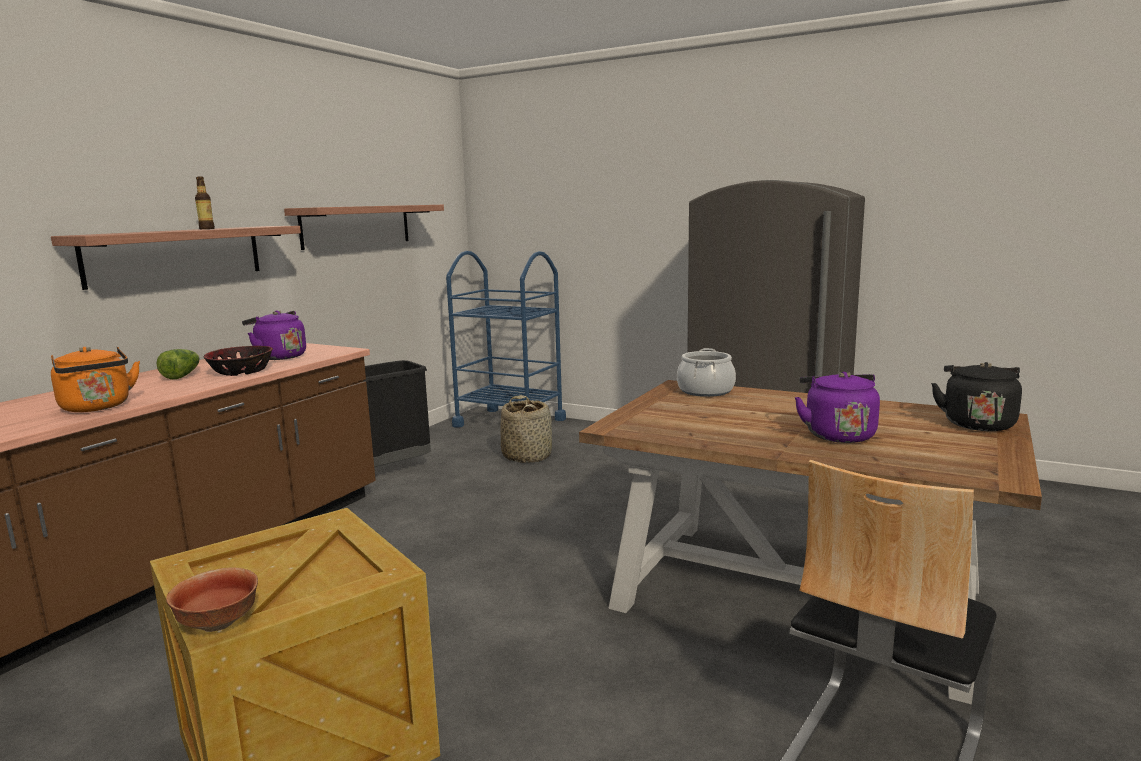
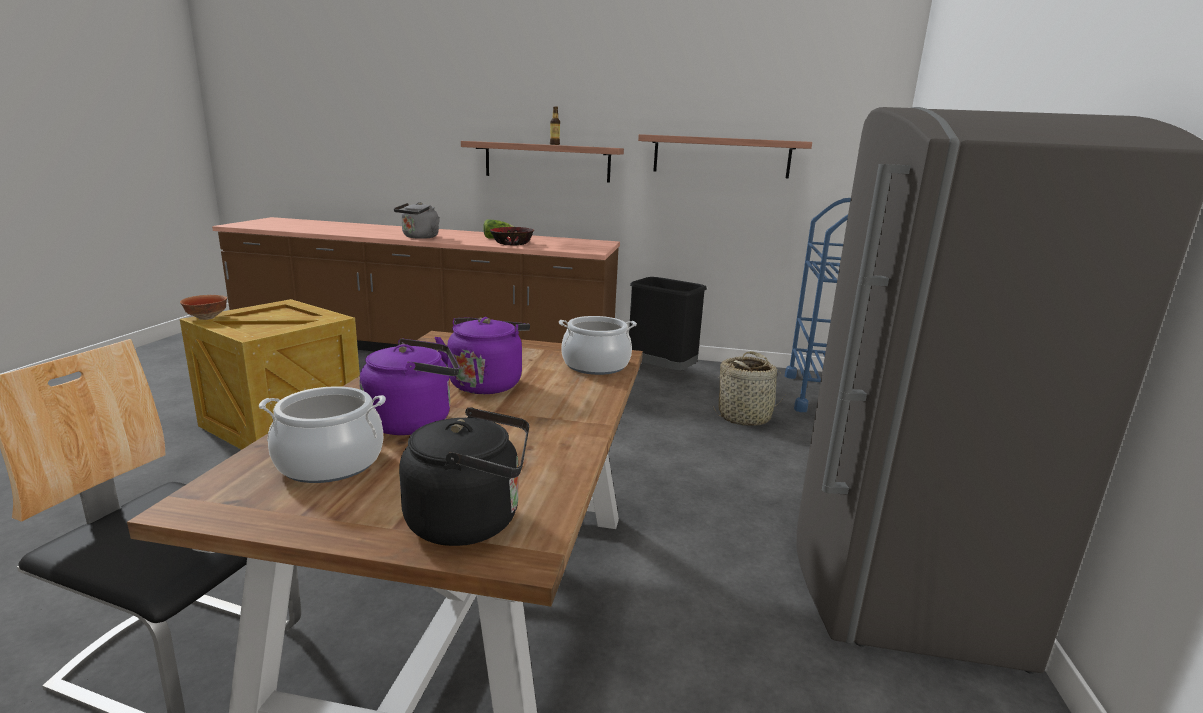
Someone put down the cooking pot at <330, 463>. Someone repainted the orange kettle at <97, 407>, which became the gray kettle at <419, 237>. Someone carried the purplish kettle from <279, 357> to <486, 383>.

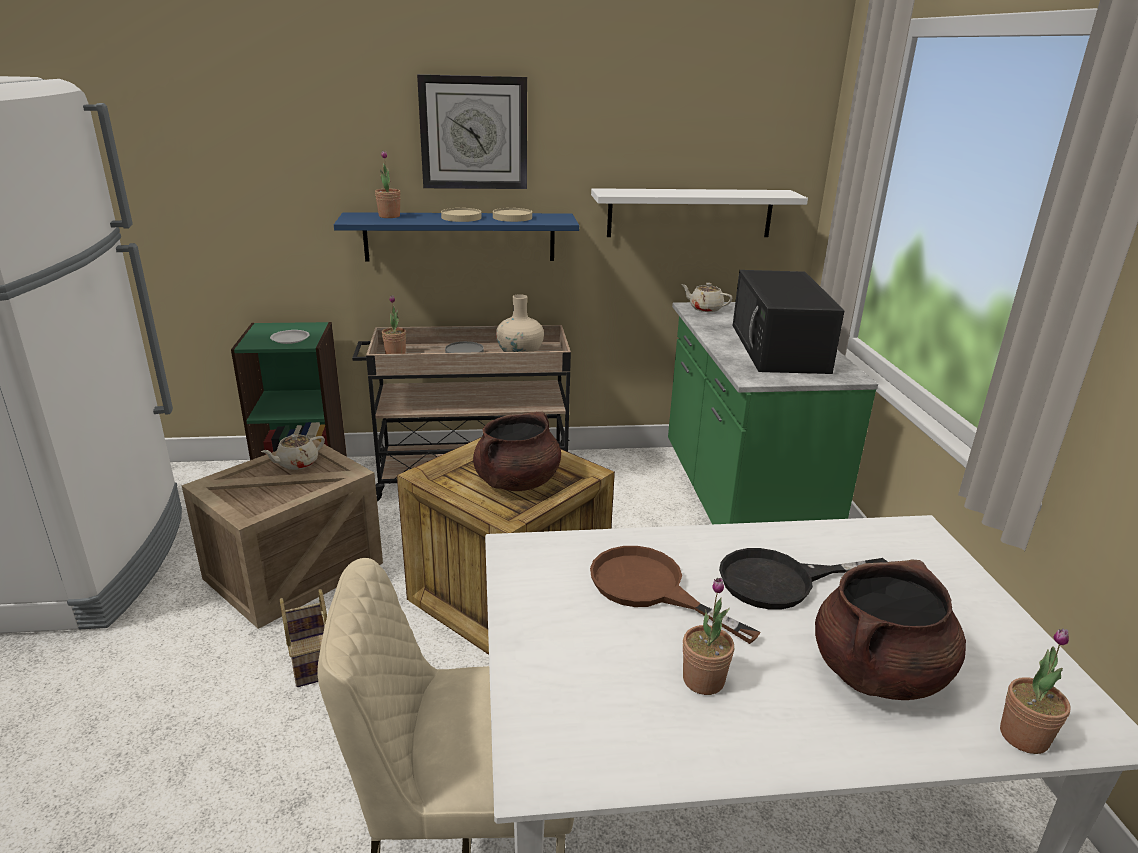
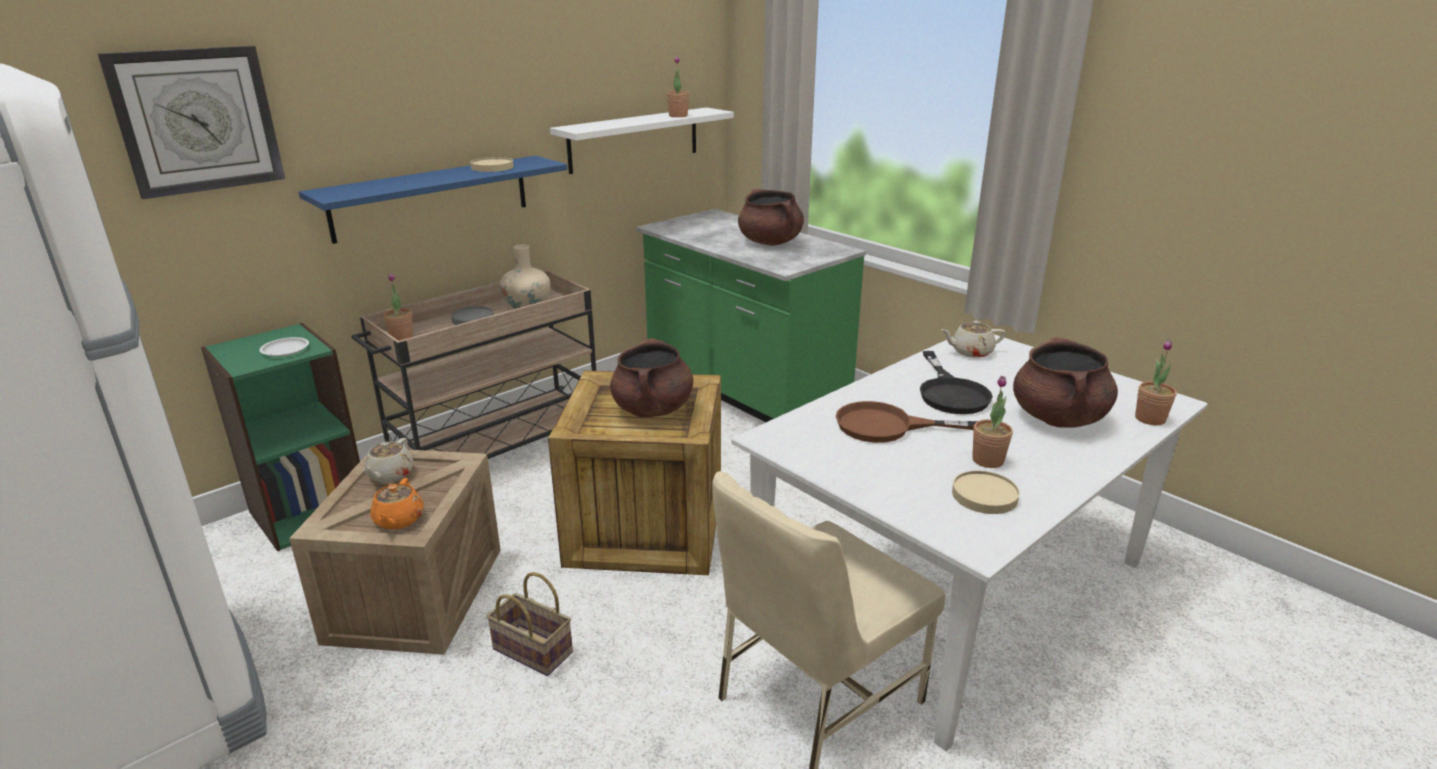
Someone carried the hanging clock from <474, 133> to <197, 120>. Someone put down the orange pot for tea at <398, 520>. Someone carried the houseplant from <389, 216> to <678, 116>. Someone swapped the black-coloured microwave at <779, 348> for the brown cooking pot at <770, 242>. Someone rotated the black-coloured pan at <781, 581> by 45 degrees counterclockwise. Someone carried the beige pot for tea from <705, 308> to <971, 352>. Someone carried the beige flat dish from <461, 217> to <985, 495>.

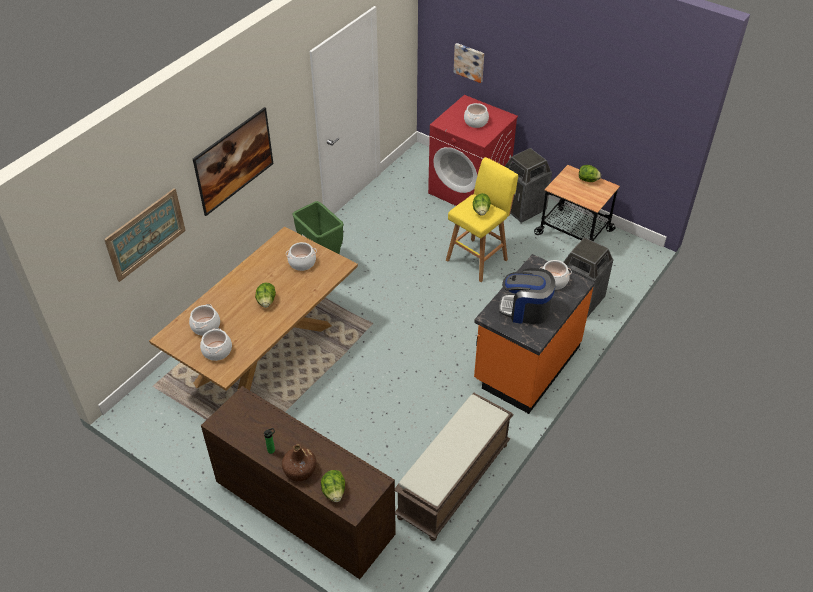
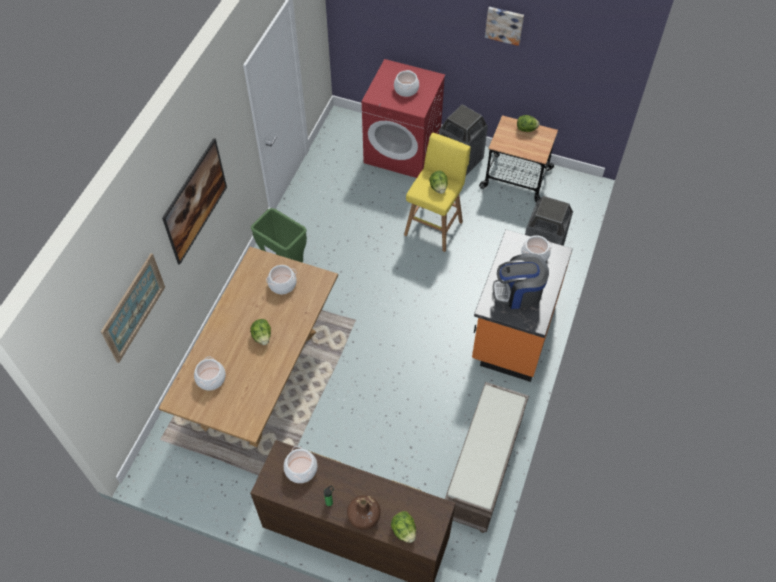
Someone carried the cooking pot from <217, 350> to <301, 469>. Someone carried the wall art from <469, 62> to <504, 25>.

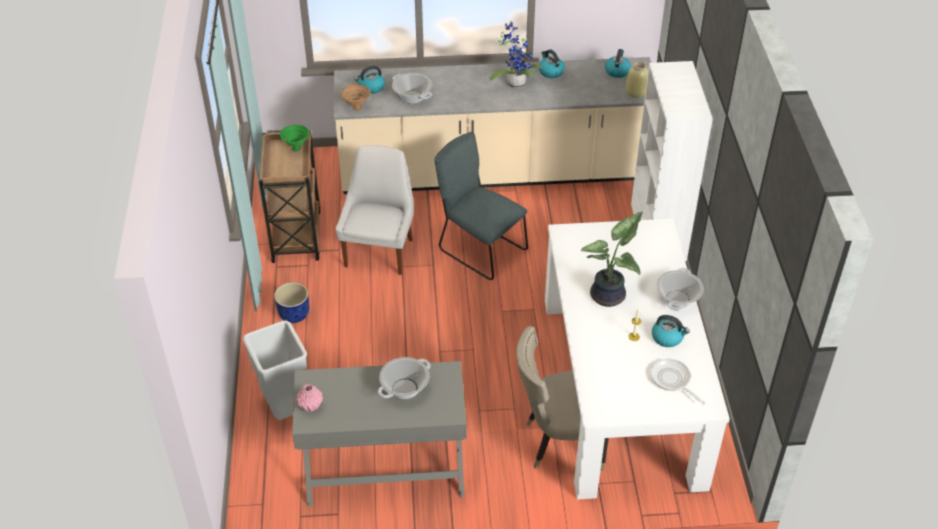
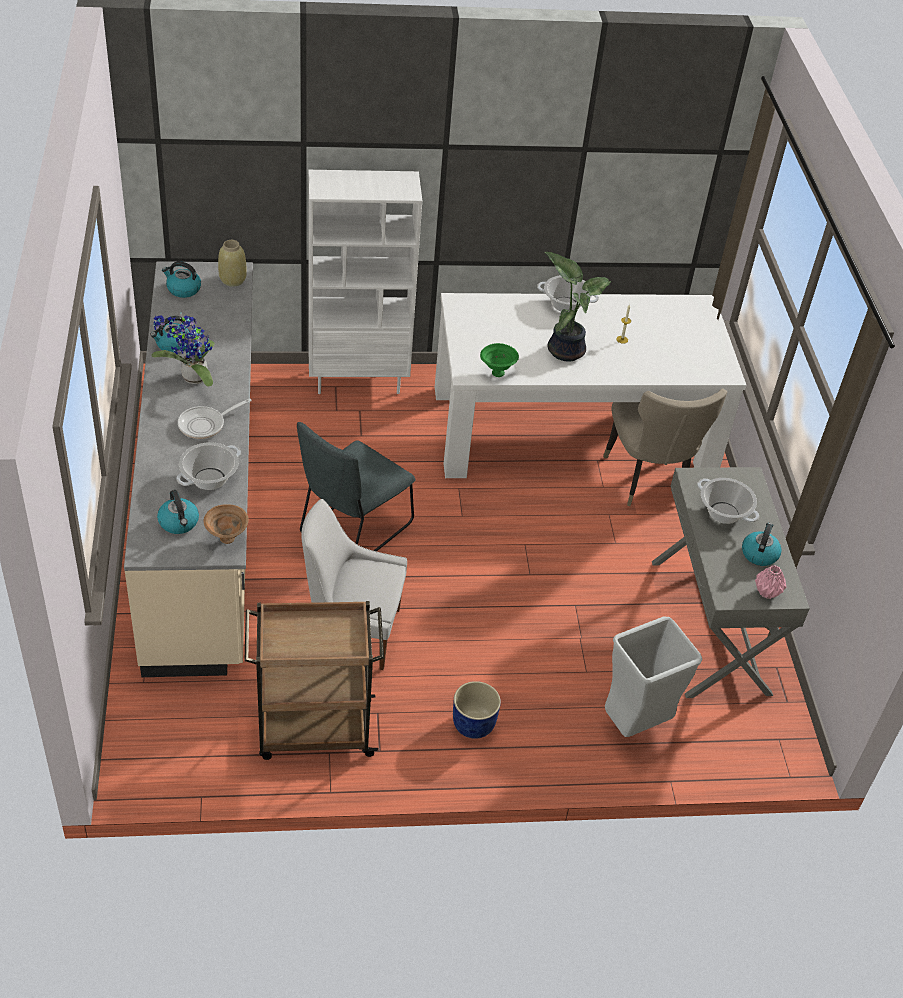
Someone carried the pan from <672, 380> to <205, 424>. Someone carried the green-coloured serving bowl from <296, 147> to <497, 373>. Someone carried the kettle from <667, 337> to <759, 553>.

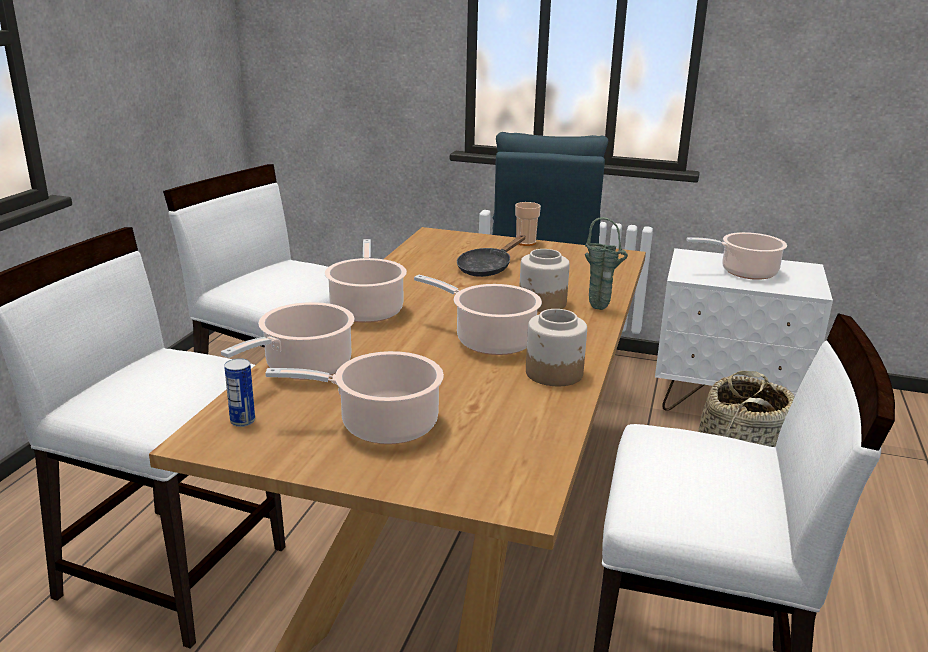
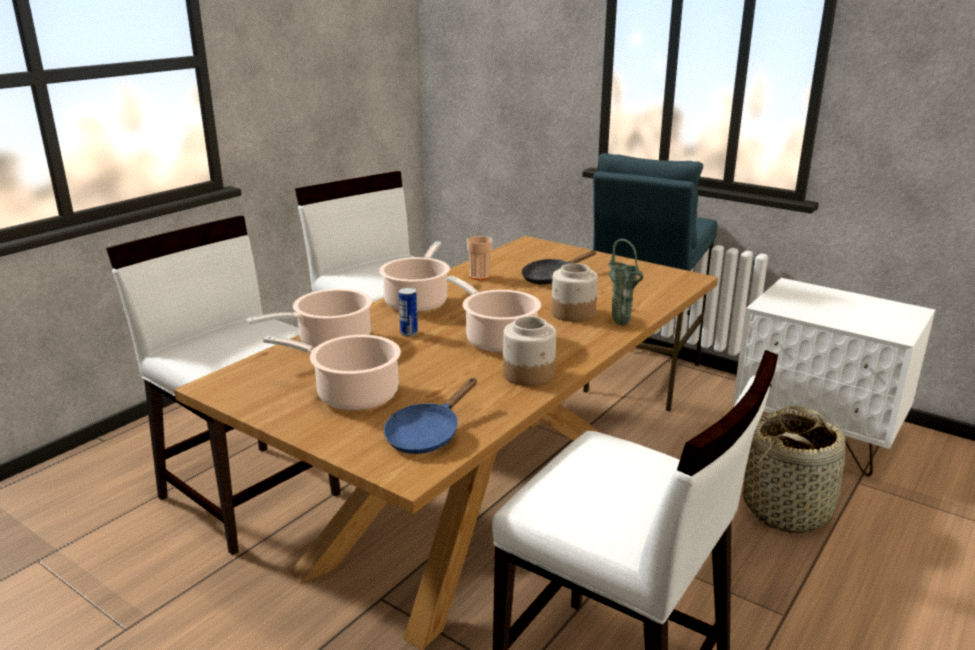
Someone put down the blue pan at <427, 434>. Someone carried the sealed can from <242, 421> to <409, 333>. Someone carried the drinking cup from <525, 242> to <479, 276>. Someone took away the cooking pot at <745, 272>.

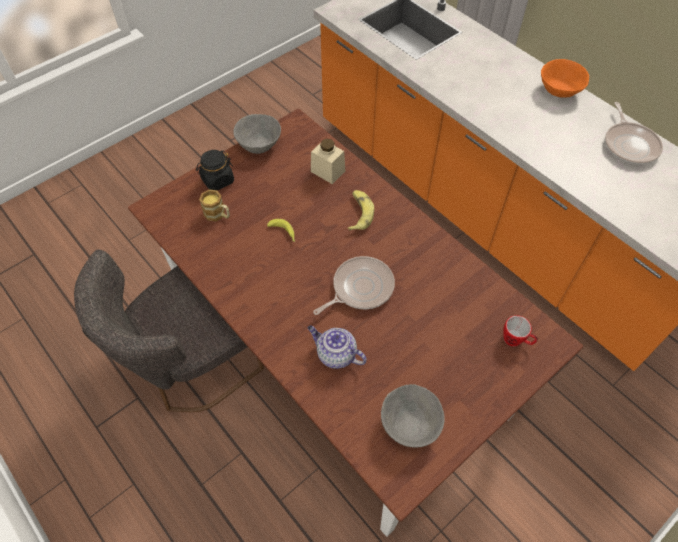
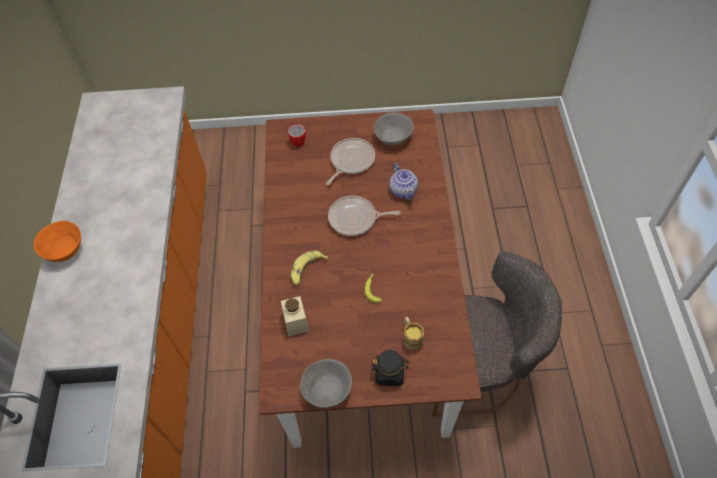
Someone carried the pan from <629, 145> to <351, 161>.

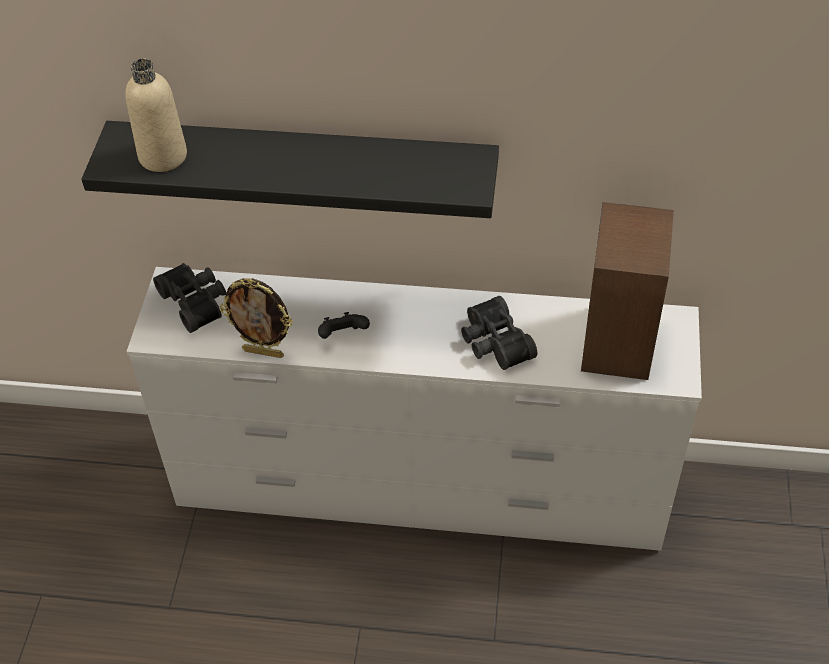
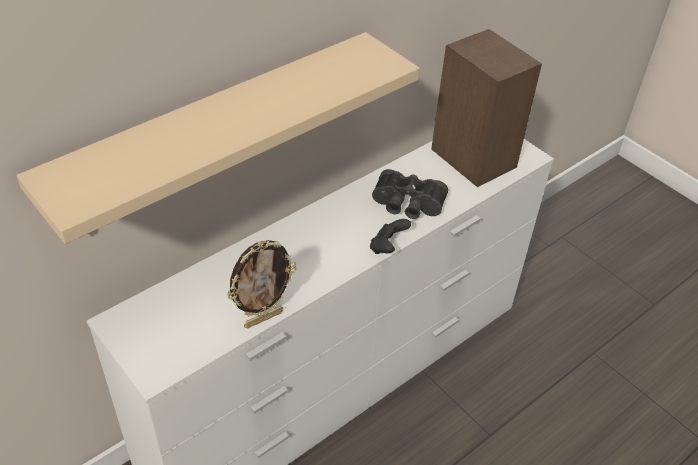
Someone repainted the black-coloured wall shelf at <303, 167>, which became the beige wall shelf at <215, 132>. Someone carried the black-coloured joypad from <343, 336> to <387, 247>. Someone took away the beige beverage bottle at <163, 156>. Someone took away the black-coloured pair of binoculars at <196, 301>.

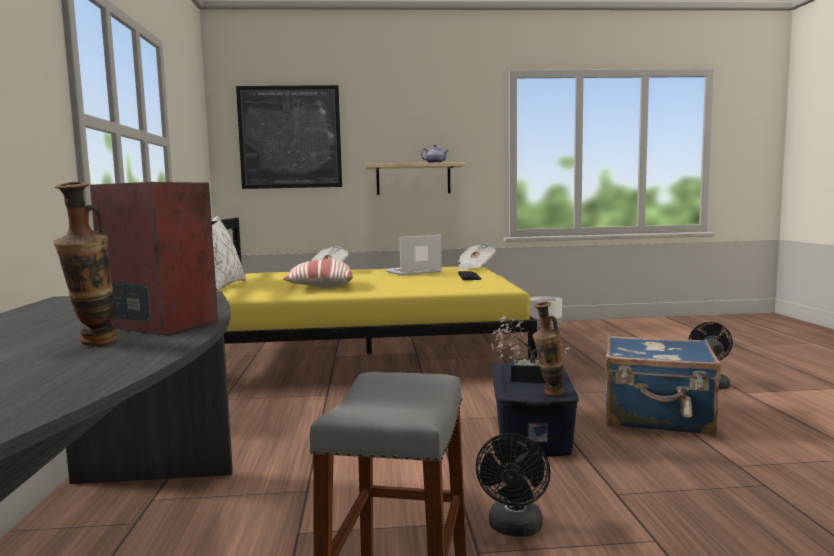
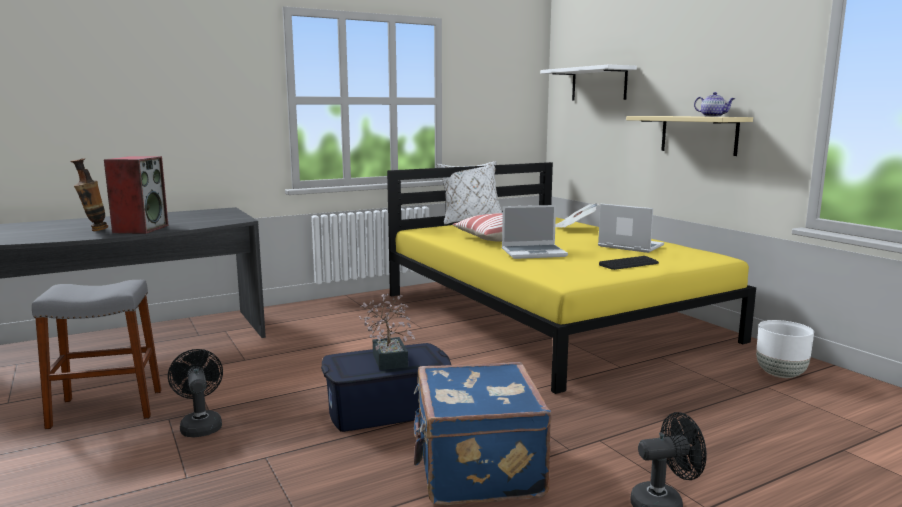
Someone rotated the black-coloured fan at <514, 529> by 75 degrees clockwise. Someone put down the notebook computer at <534, 253>. Someone swapped the wall art at <290, 137> for the white-coloured wall shelf at <598, 84>. Someone took away the daily paper at <474, 267>. Someone took away the vase at <548, 394>.

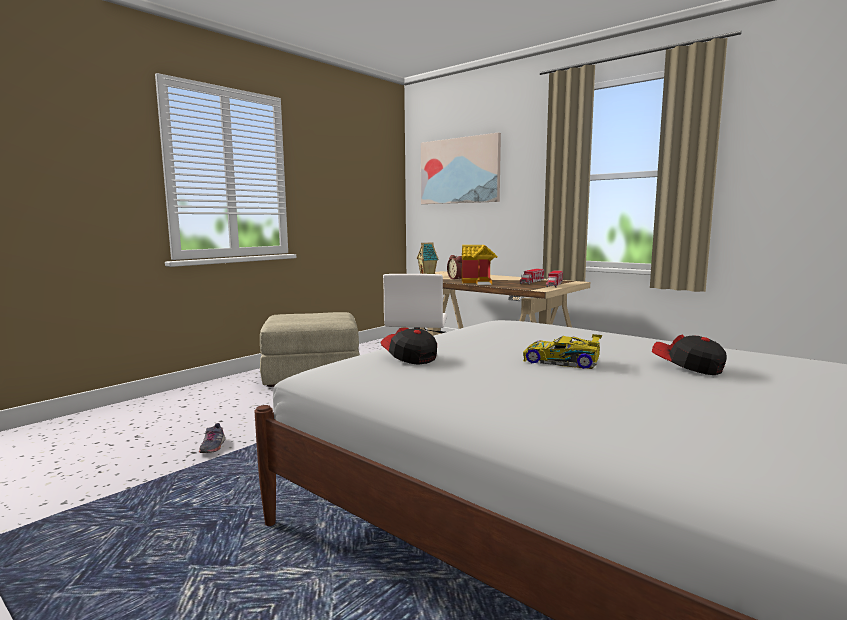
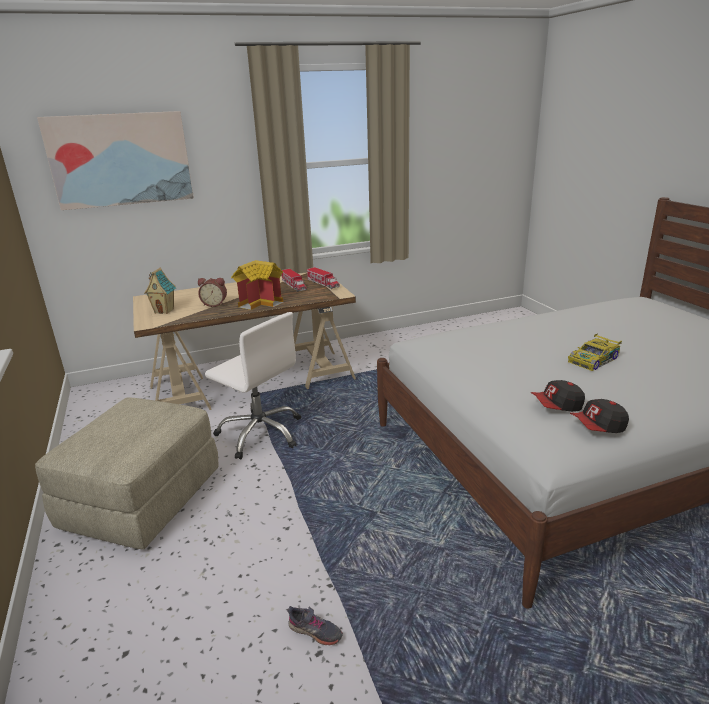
Someone carried the cap from <687, 367> to <598, 427>.

